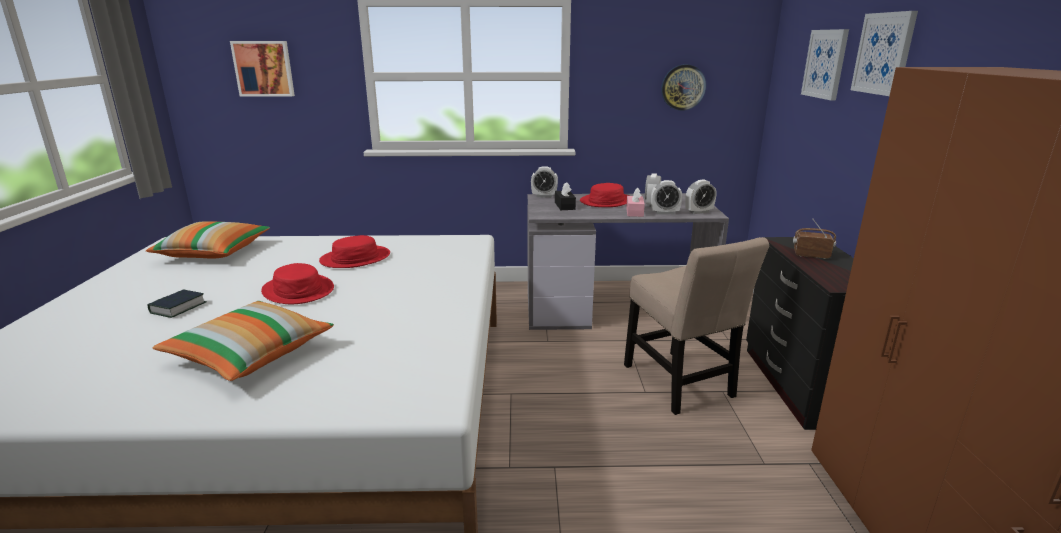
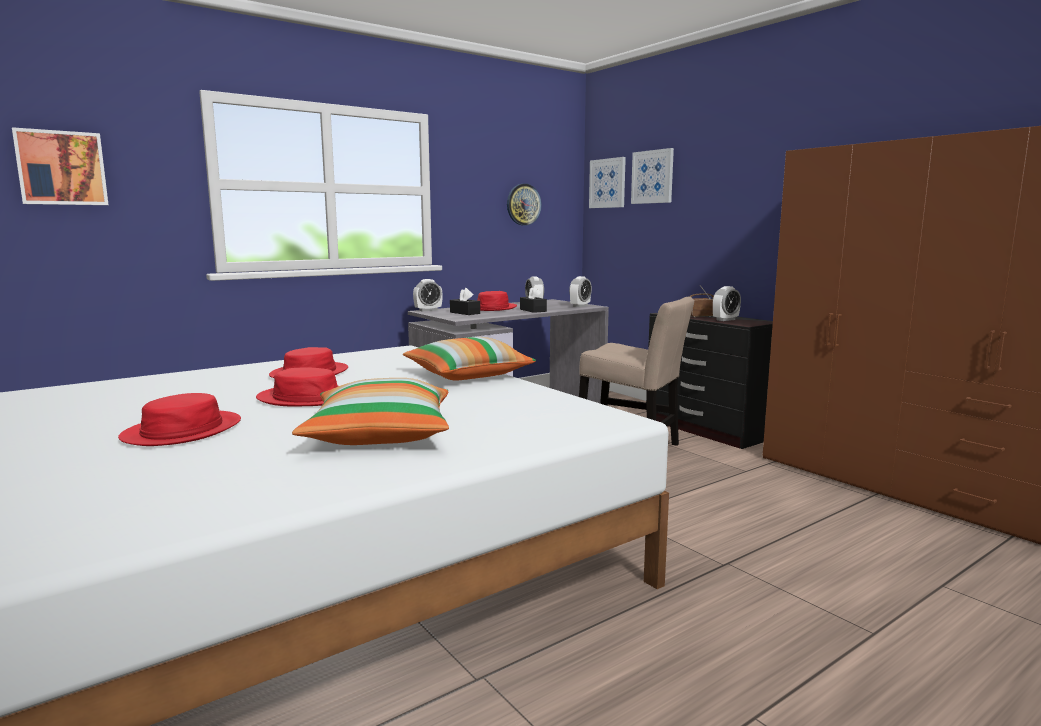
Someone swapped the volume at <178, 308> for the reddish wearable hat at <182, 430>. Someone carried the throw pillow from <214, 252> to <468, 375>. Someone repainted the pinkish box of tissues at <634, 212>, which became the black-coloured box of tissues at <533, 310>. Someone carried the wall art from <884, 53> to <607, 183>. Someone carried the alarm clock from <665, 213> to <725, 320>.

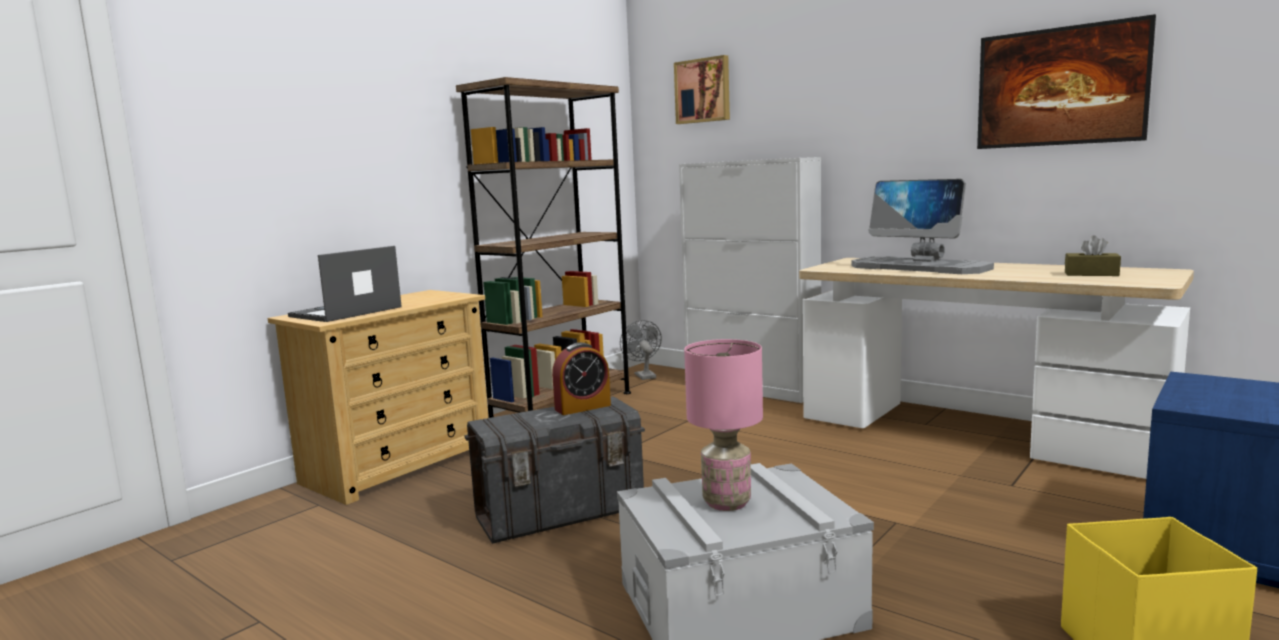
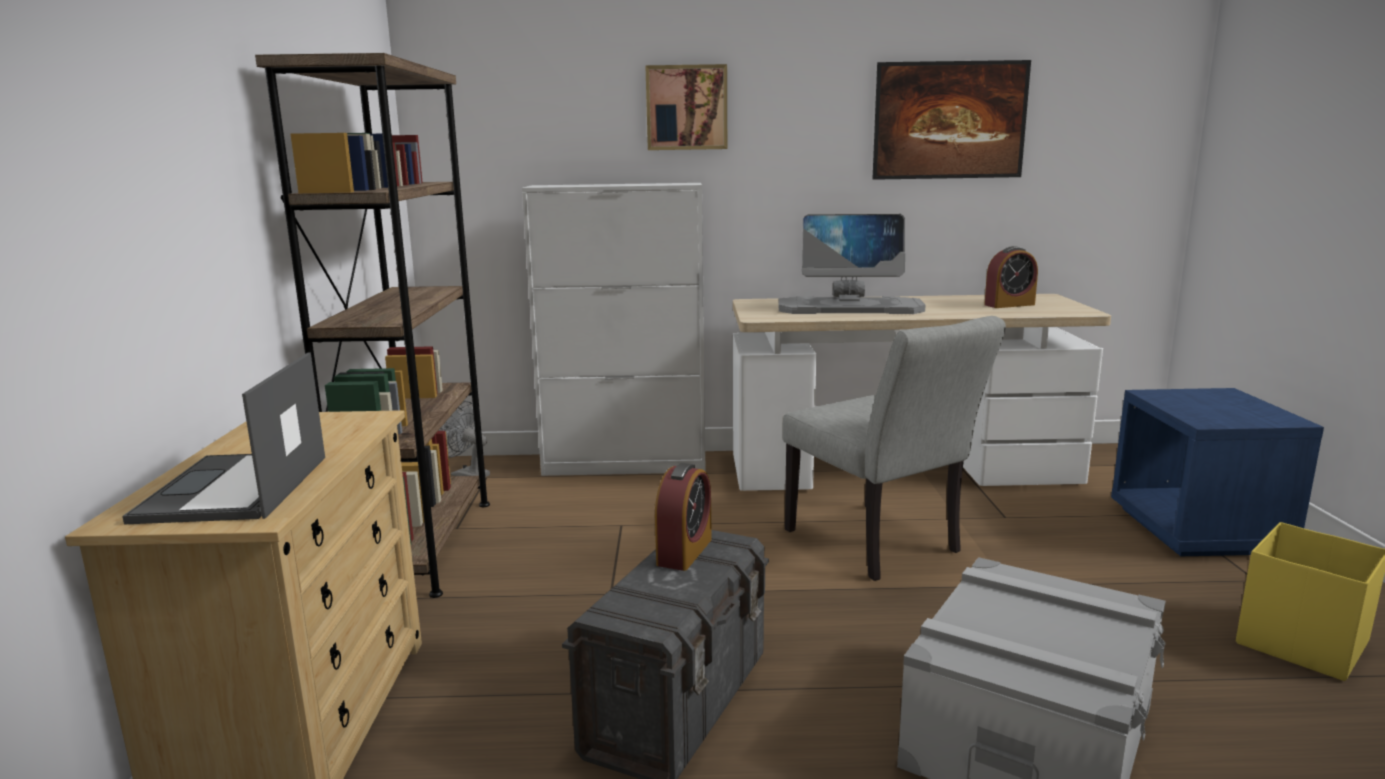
Someone carried the wall art from <703, 90> to <686, 108>. Someone put down the gray chair at <880, 545>. Someone swapped the brown box of tissues at <1091, 274> for the alarm clock at <1009, 305>. Someone took away the pinkish tabletop lamp at <727, 502>.

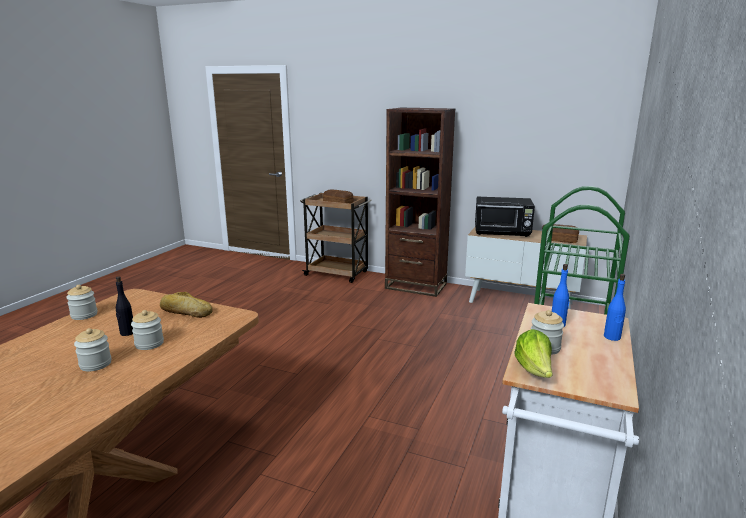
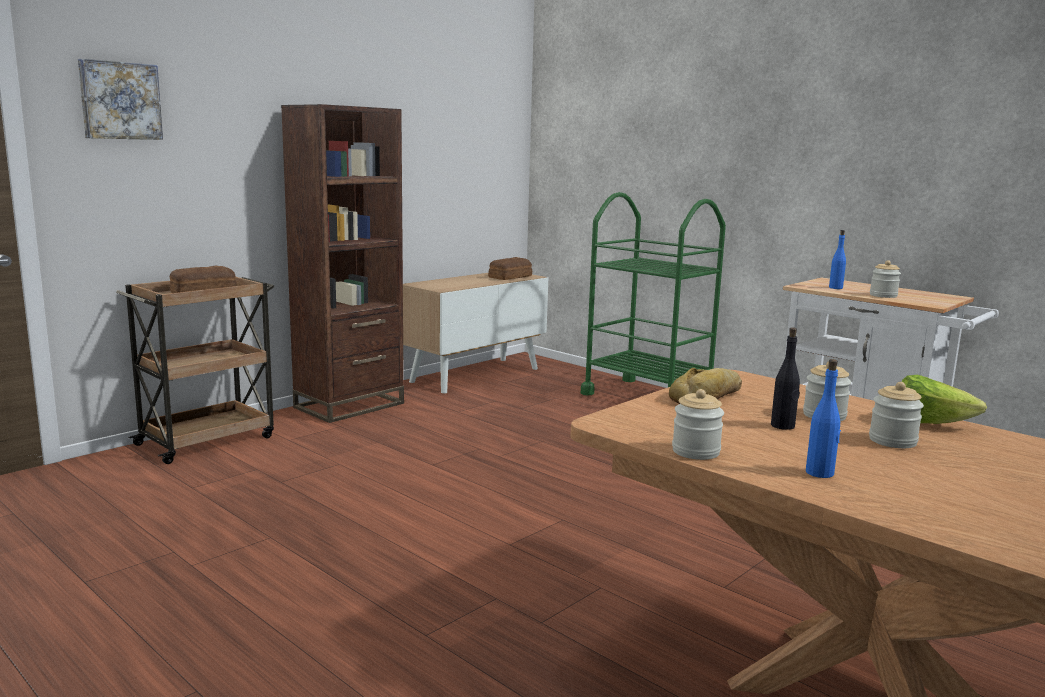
Someone put up the wall art at <120, 101>. Someone carried the blue beverage bottle from <612, 337> to <820, 473>. Someone carried the lettuce from <534, 371> to <929, 424>. Someone took away the black-coloured microwave at <502, 233>.

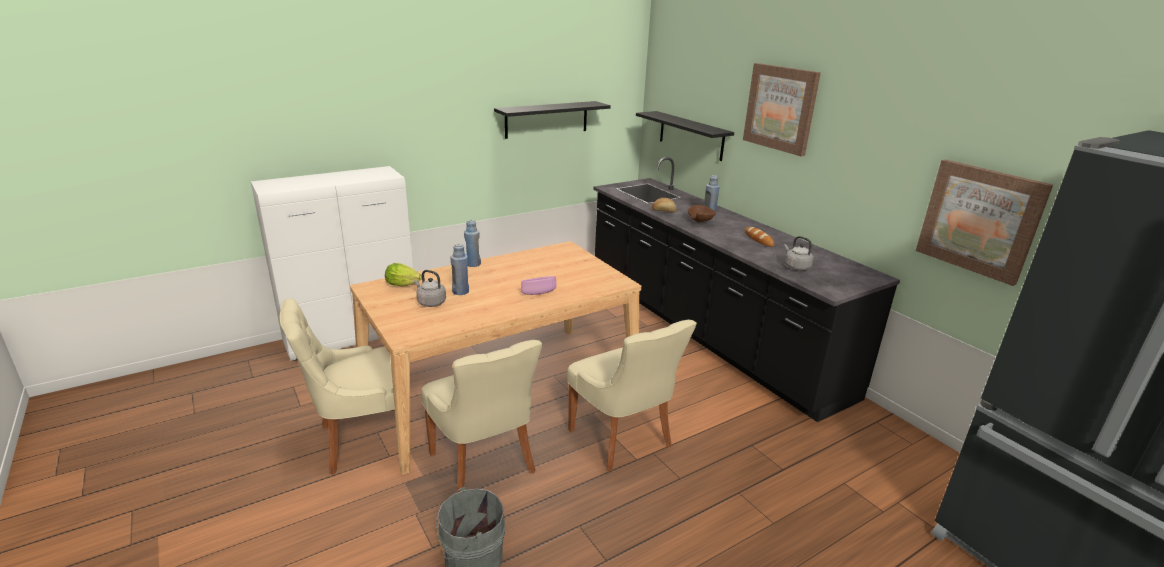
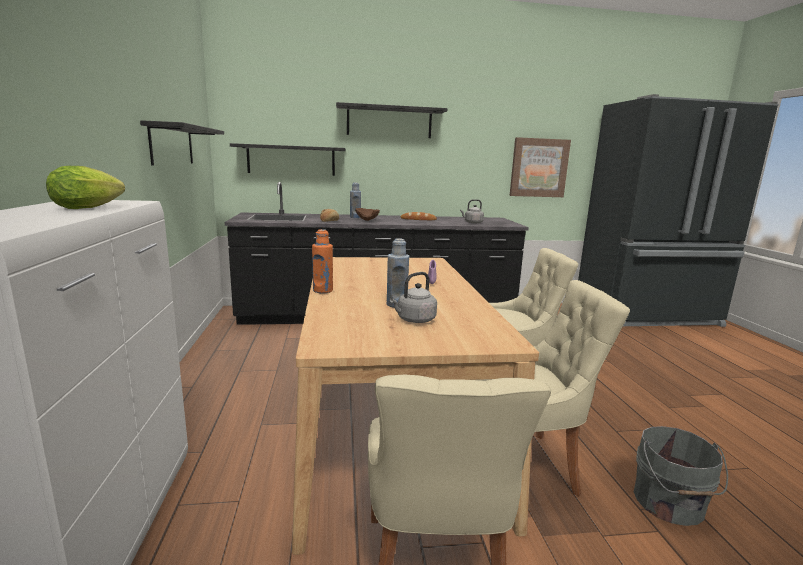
Someone carried the lettuce from <404, 285> to <91, 208>. Someone repainted the blue beverage bottle at <473, 264>, which became the orange beverage bottle at <323, 290>. Someone swapped the wall art at <780, 108> for the black-coloured wall shelf at <389, 122>.

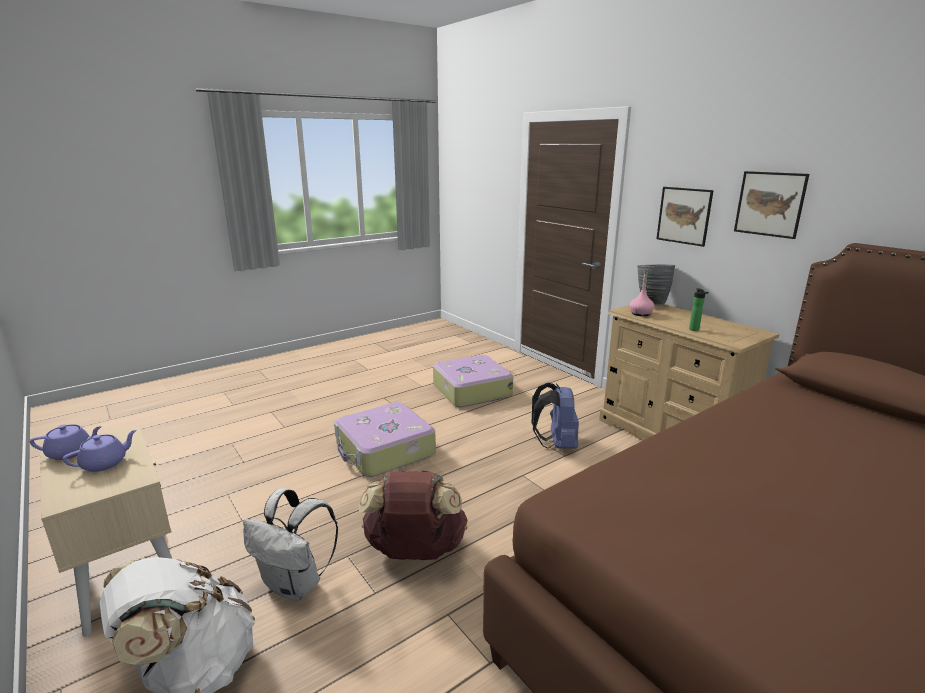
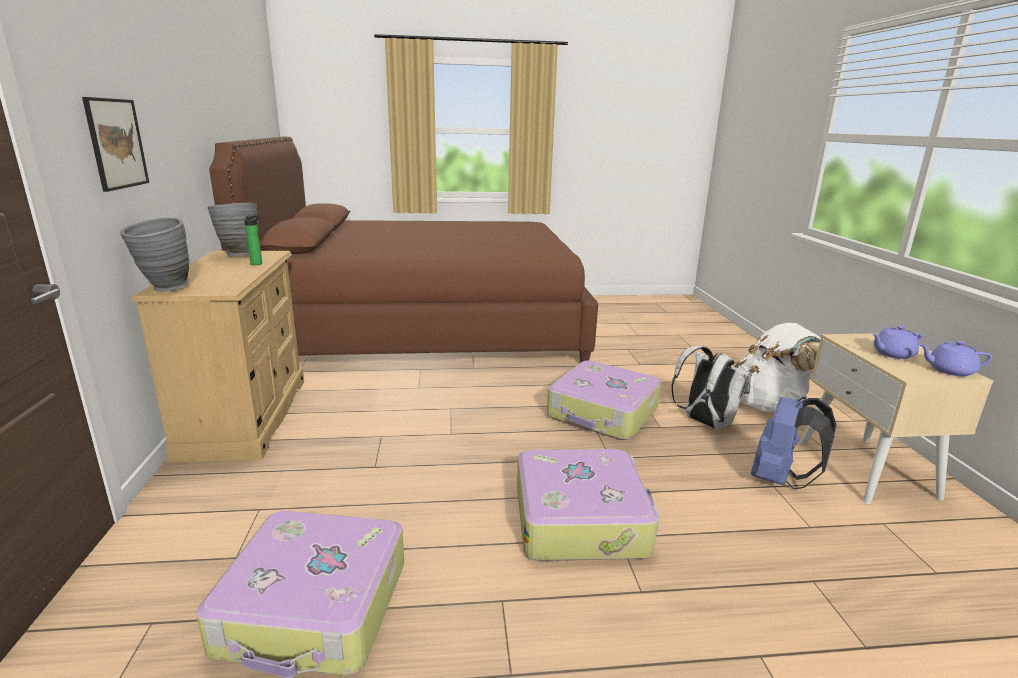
Someone put down the gray vase at <239, 255>. Someone swapped the brown backpack at <415, 552> for the travel case at <603, 413>. Someone carried the blue backpack from <556, 444> to <780, 480>. Someone took away the pinkish beverage bottle at <641, 313>. Someone took away the wall art at <770, 204>.

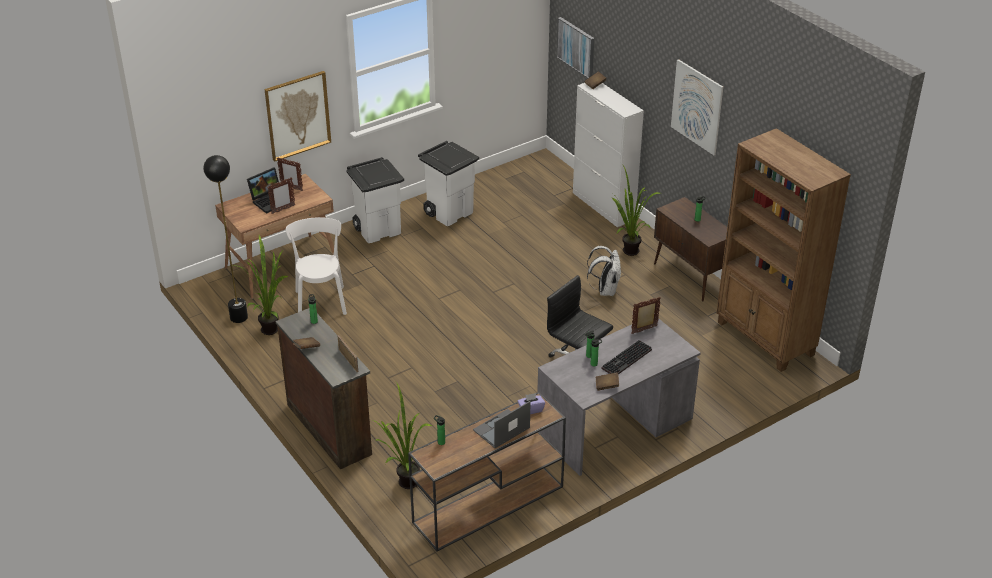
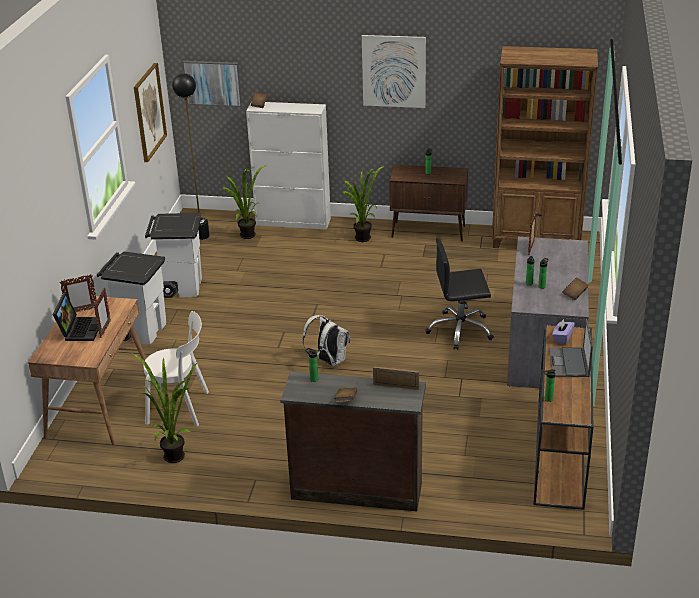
Someone carried the wall art from <297, 115> to <149, 112>. Someone rotated the white-coloured chair at <320, 300> by 150 degrees clockwise. Someone carried the black-coloured standing lamp from <239, 317> to <201, 236>. Someone carried the houseplant from <404, 485> to <247, 237>. Someone carried the white-coloured backpack from <605, 290> to <329, 361>. Someone took away the computer keyboard at <627, 360>.

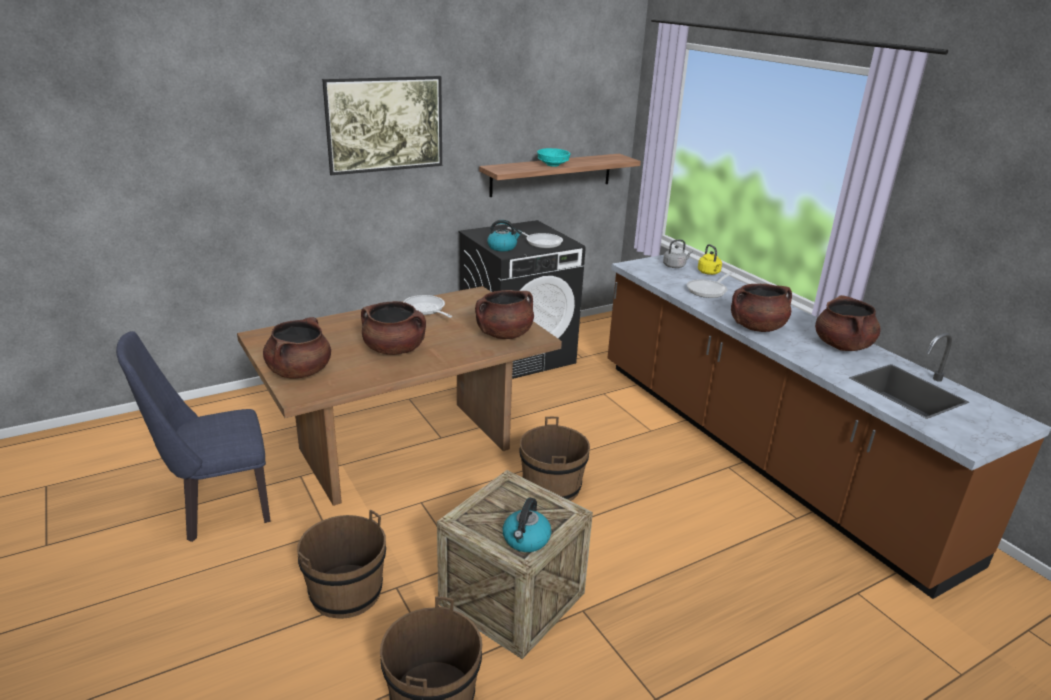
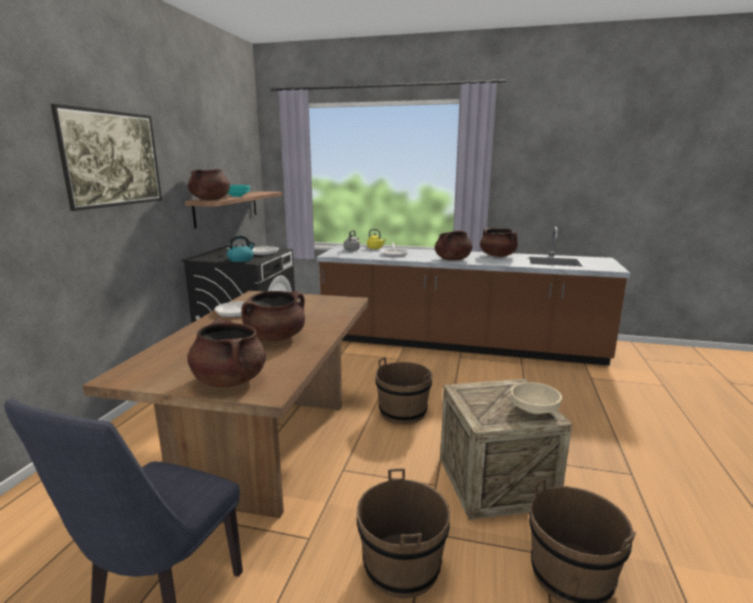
Someone carried the brown cooking pot from <504, 334> to <210, 199>. Someone swapped the kettle at <526, 540> for the beige serving bowl at <534, 409>.

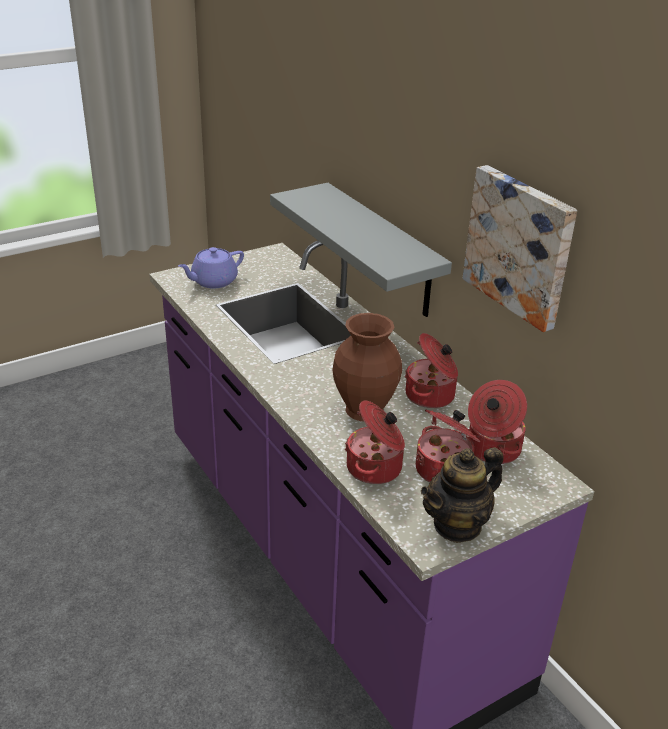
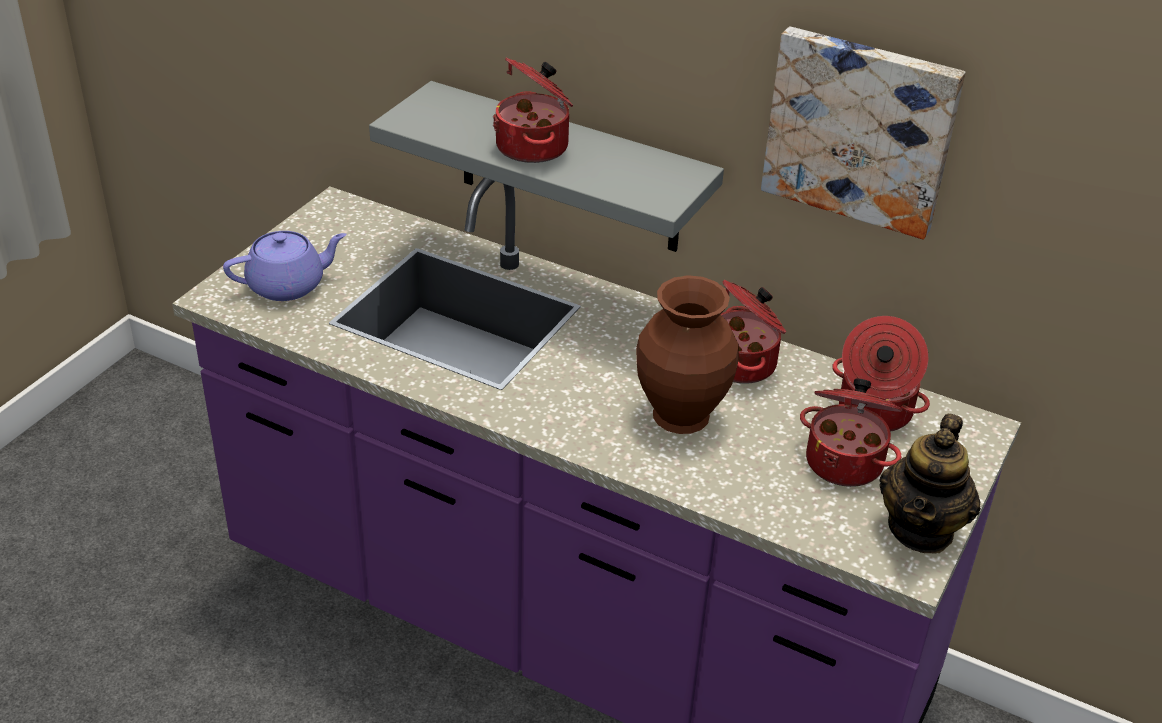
Someone rotated the purplish pot for tea at <213, 281> by 135 degrees counterclockwise. Someone carried the cooking pot from <375, 468> to <534, 146>.

